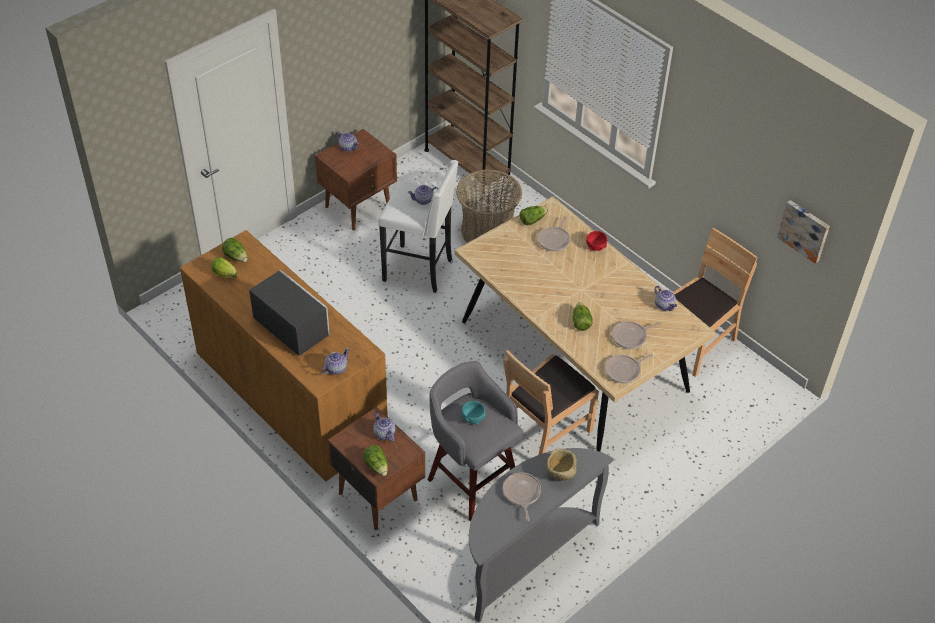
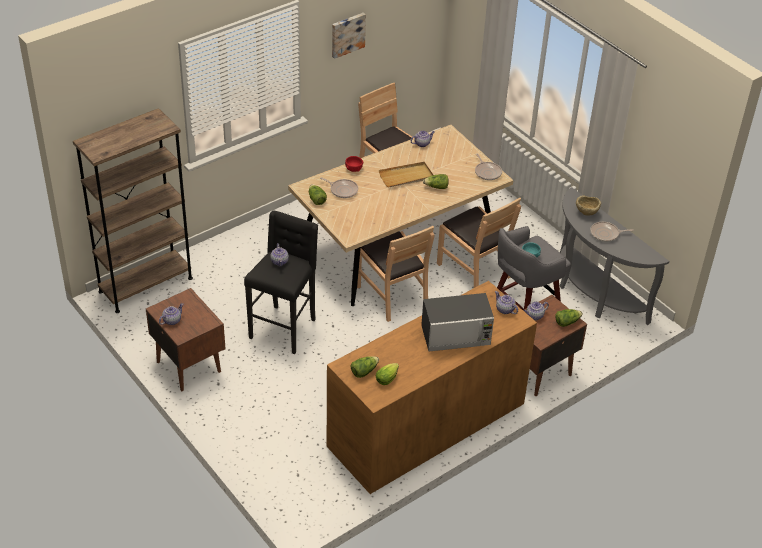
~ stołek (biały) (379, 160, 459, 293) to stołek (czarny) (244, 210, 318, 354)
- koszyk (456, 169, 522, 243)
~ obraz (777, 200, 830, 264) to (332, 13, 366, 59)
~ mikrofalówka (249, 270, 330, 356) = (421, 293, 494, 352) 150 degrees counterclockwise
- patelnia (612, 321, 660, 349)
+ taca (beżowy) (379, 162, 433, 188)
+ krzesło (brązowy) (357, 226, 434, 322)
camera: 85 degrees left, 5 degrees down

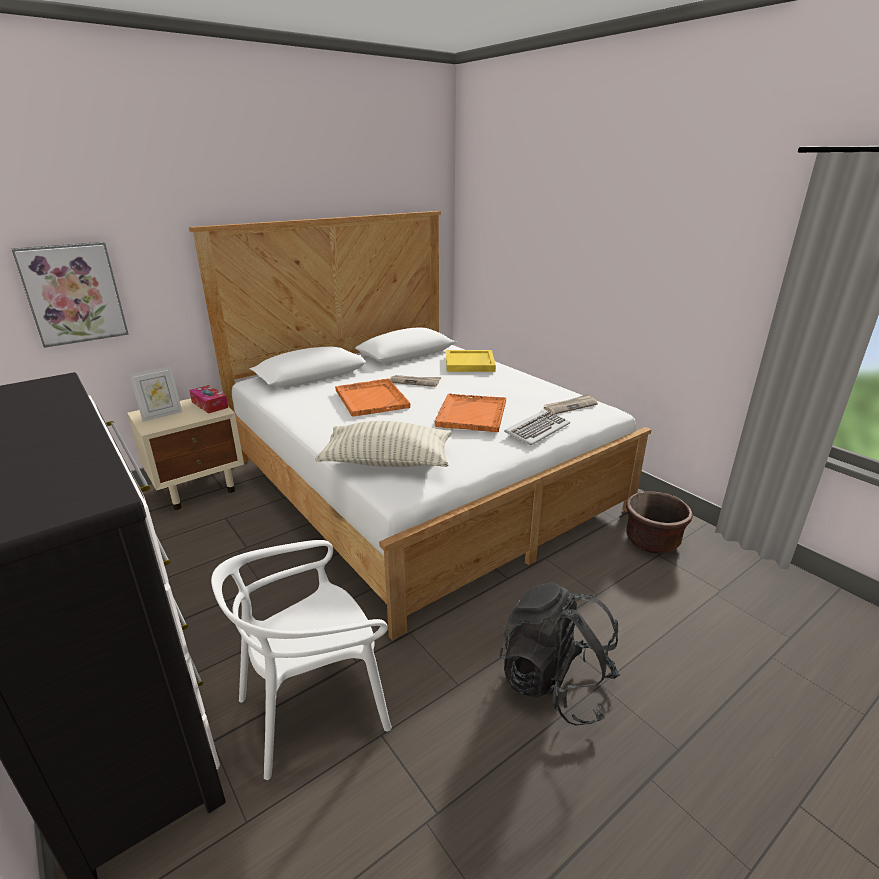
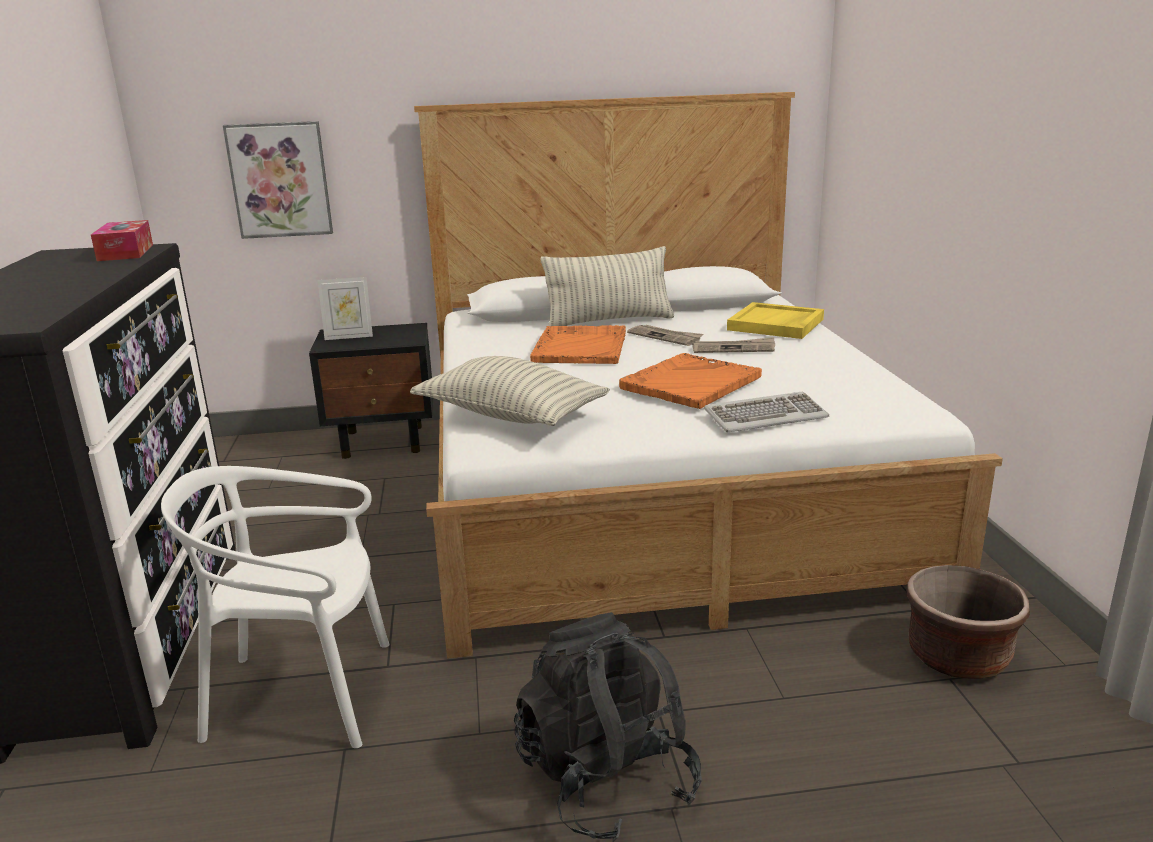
~ pudełko chusteczek (189, 385, 228, 414) to (91, 220, 153, 261)
~ gazeta (544, 394, 598, 414) to (692, 337, 775, 353)
~ szafka nocna (beżowy) (127, 399, 244, 510) to szafka nocna (czarny) (309, 323, 433, 459)
+ poduszka (541, 246, 675, 326)
camera: 30 degrees right, 5 degrees down

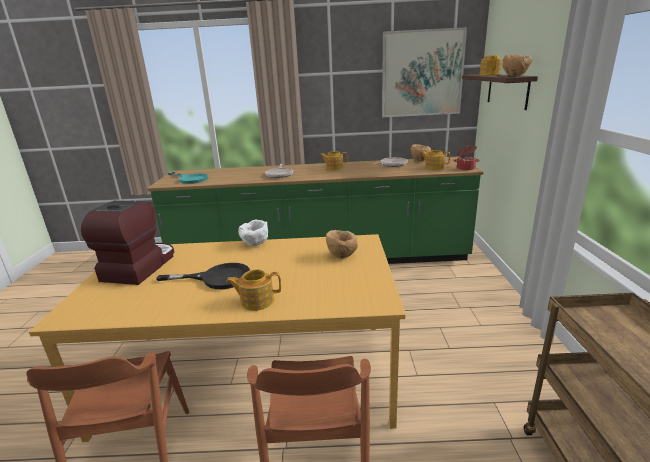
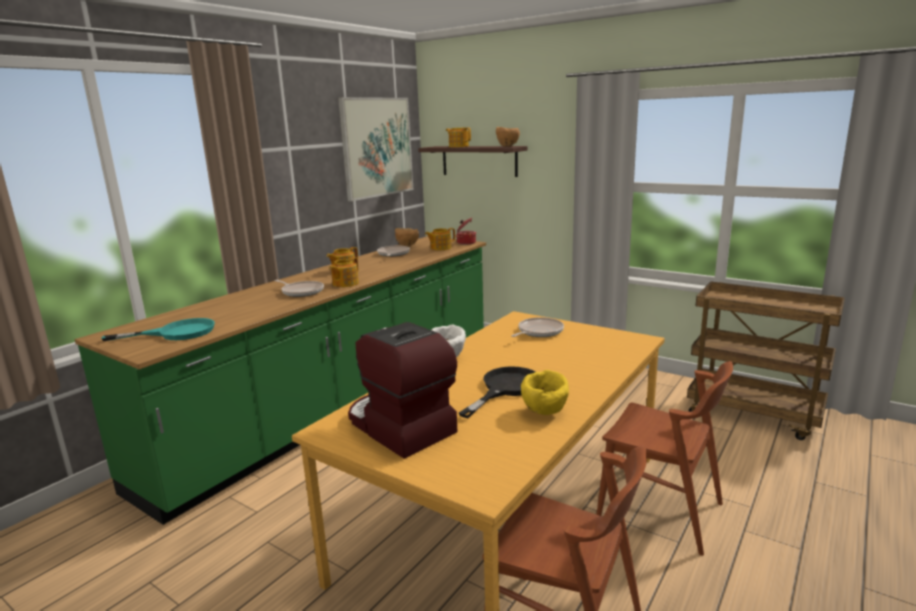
~ miska (brązowy) (326, 230, 358, 259) to patelnia (511, 317, 564, 337)
~ imbryk (226, 270, 281, 311) to (329, 257, 359, 287)
+ miska (żółty) (521, 370, 569, 415)
camera: 55 degrees left, 5 degrees down

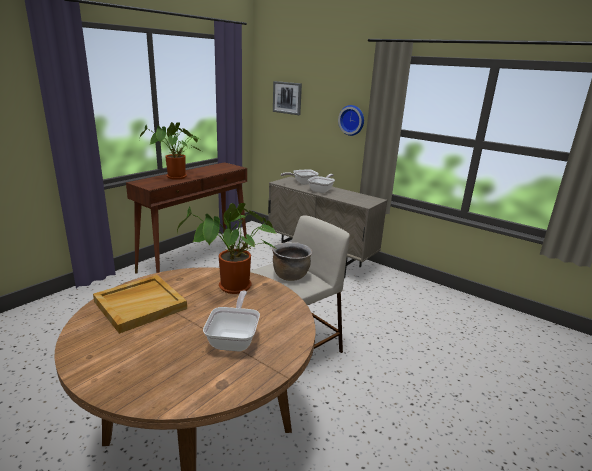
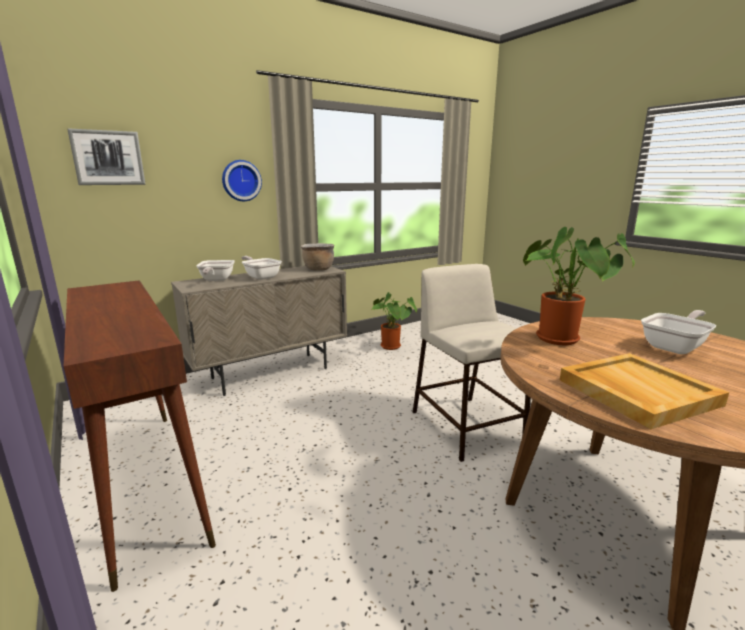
~ roślina doniczkowa (140, 122, 201, 180) to (371, 292, 417, 350)
~ garnek (brązowy) (272, 242, 312, 281) to (301, 243, 334, 271)
~ patelnia (203, 291, 260, 352) = (641, 310, 716, 354) 120 degrees clockwise
camera: 70 degrees left, 5 degrees down

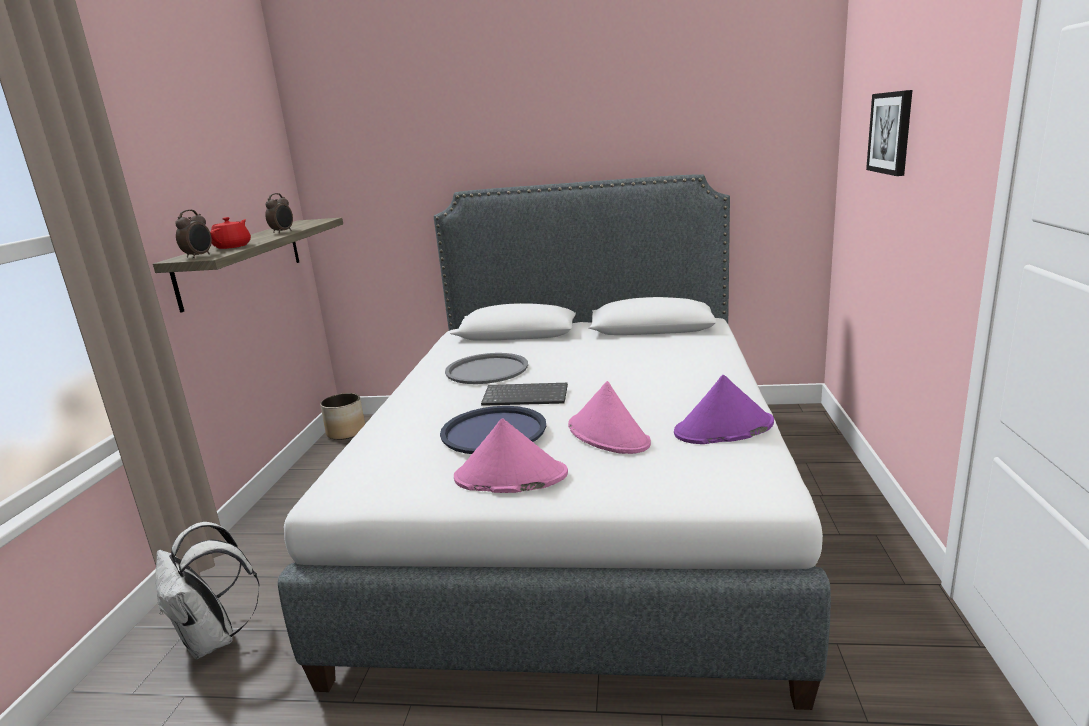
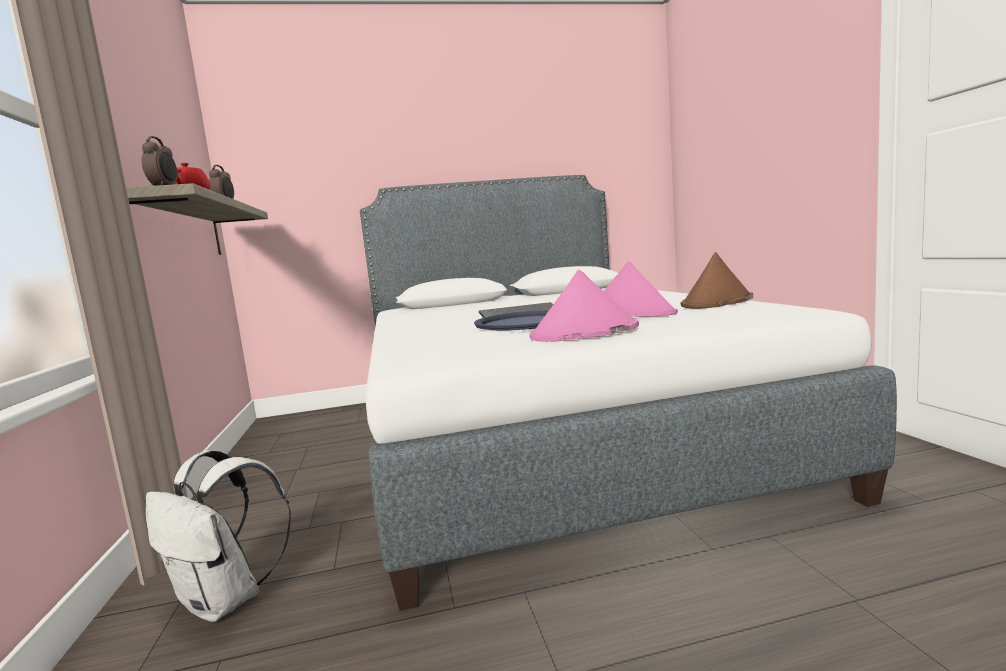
- obraz (866, 90, 912, 176)
- taca (szary) (445, 353, 528, 384)
~ kapelusz (fioletowy) (674, 375, 774, 444) to kapelusz (brązowy) (681, 252, 753, 309)
- donica (320, 393, 365, 440)
camera: 20 degrees left, 10 degrees down

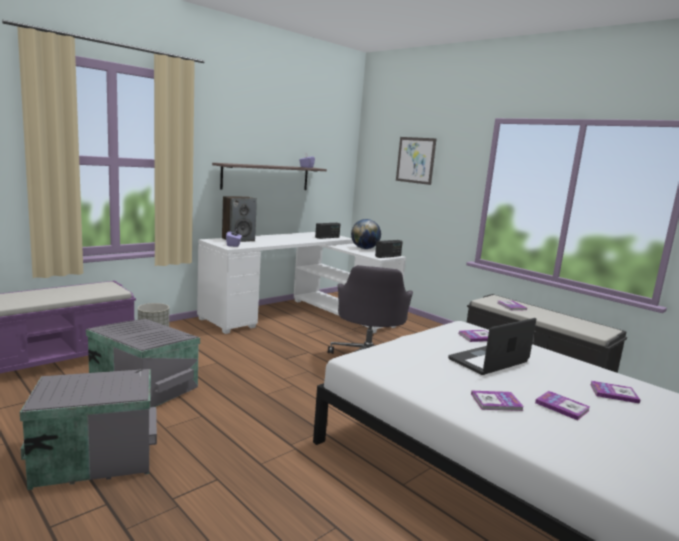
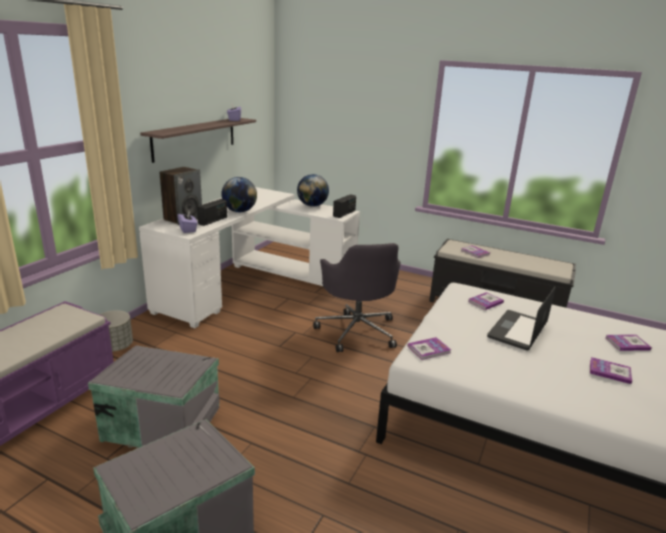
- obraz (396, 137, 436, 185)
~ radio (315, 223, 340, 239) to (197, 199, 227, 226)
~ książka (471, 391, 524, 411) to (407, 337, 451, 360)
+ globus (221, 177, 257, 212)
camera: 20 degrees left, 10 degrees up

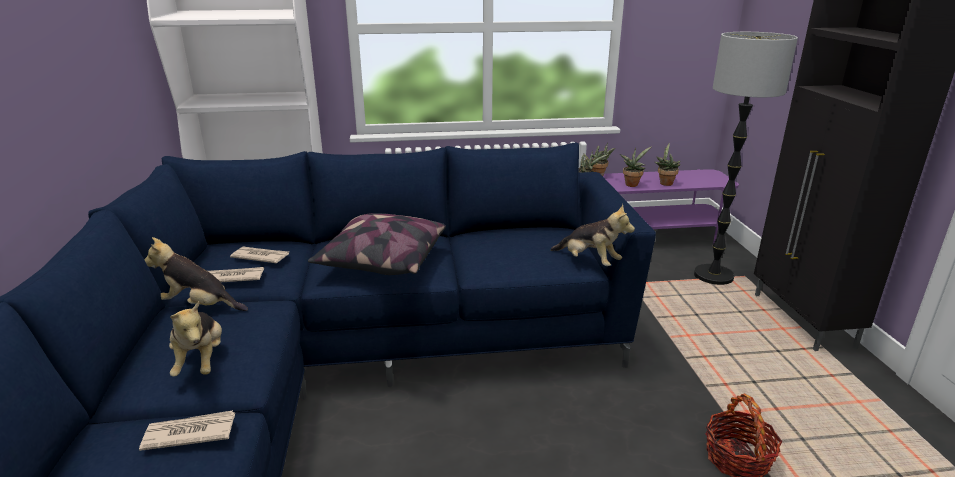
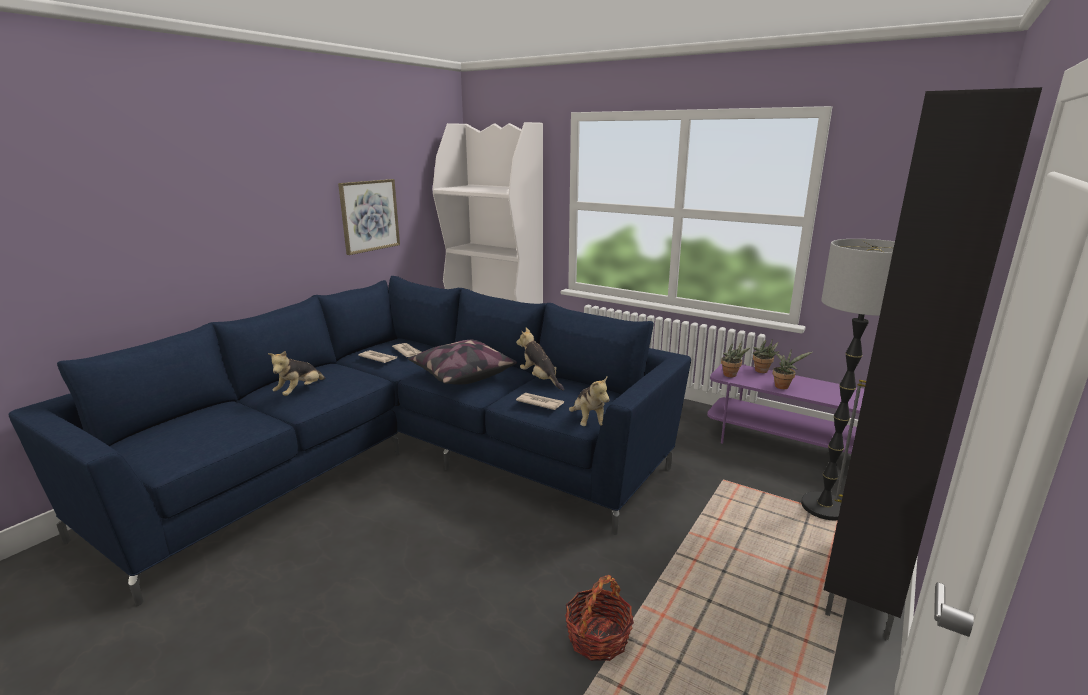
- roślina doniczkowa (655, 143, 681, 186)
~ pluszak (144, 237, 248, 311) to (516, 328, 564, 390)
~ gazeta (139, 410, 235, 451) to (516, 393, 564, 410)
+ obraz (338, 179, 400, 255)
camera: 40 degrees right, 5 degrees down

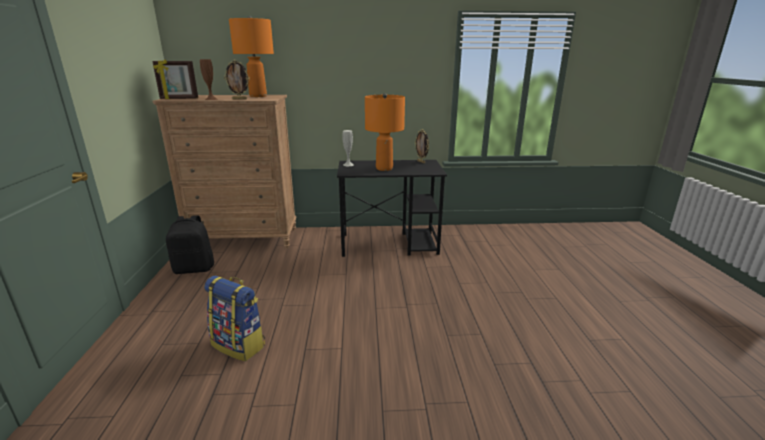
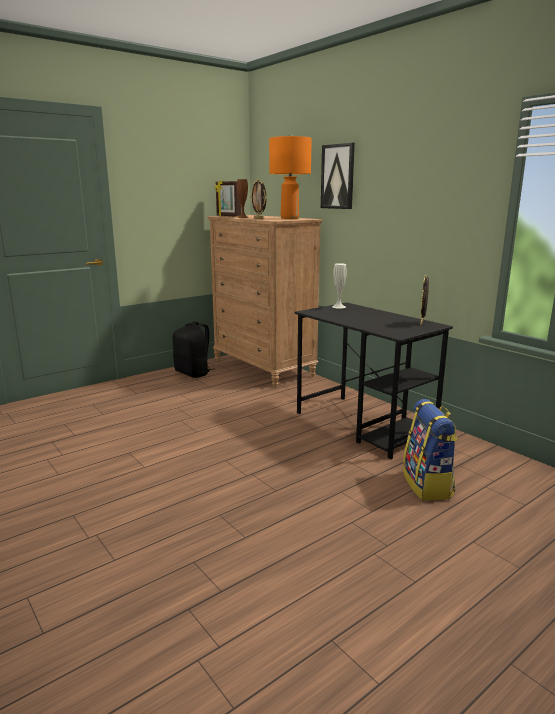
- lampa stołowa (pomarańczowy) (365, 93, 405, 171)
~ plecak (204, 275, 265, 362) to (403, 399, 458, 501)
+ obraz (321, 143, 355, 209)
camera: 55 degrees right, 5 degrees down

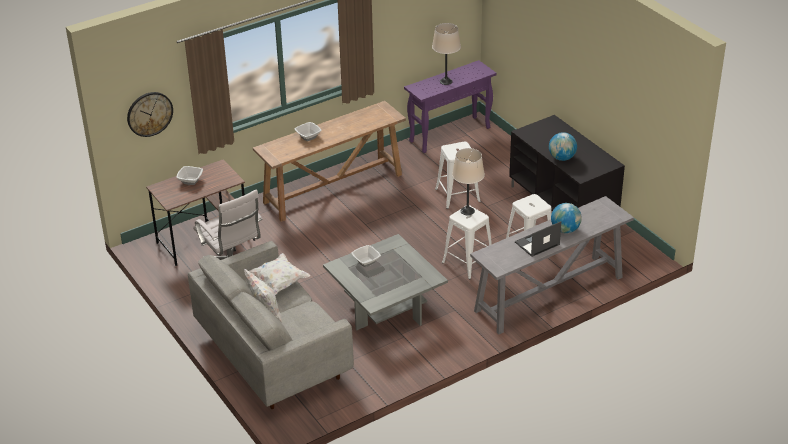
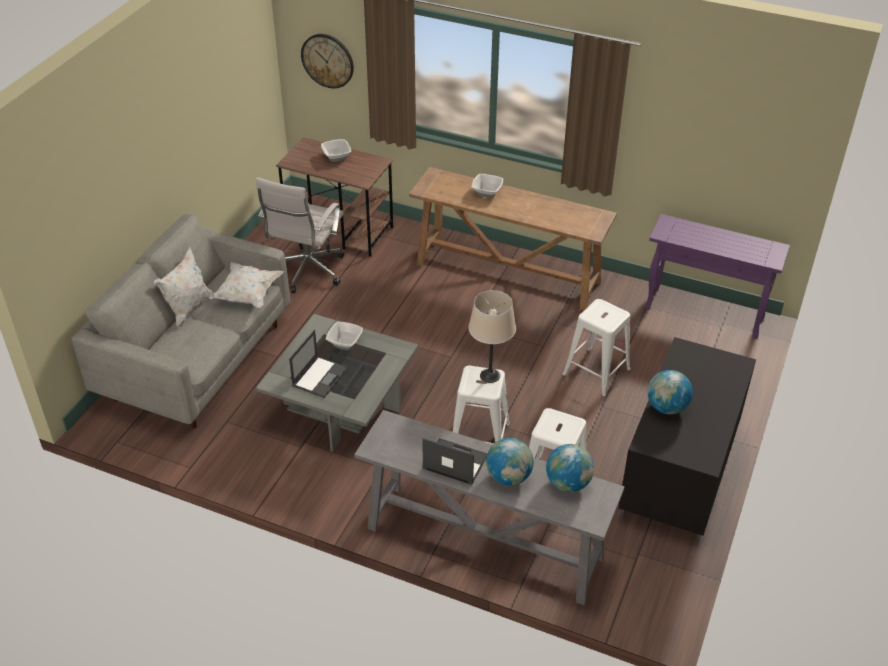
- lampa stołowa (beżowy) (432, 23, 461, 85)
+ laptop (289, 330, 348, 398)
+ globus (546, 444, 594, 492)
camera: 55 degrees right, 5 degrees up

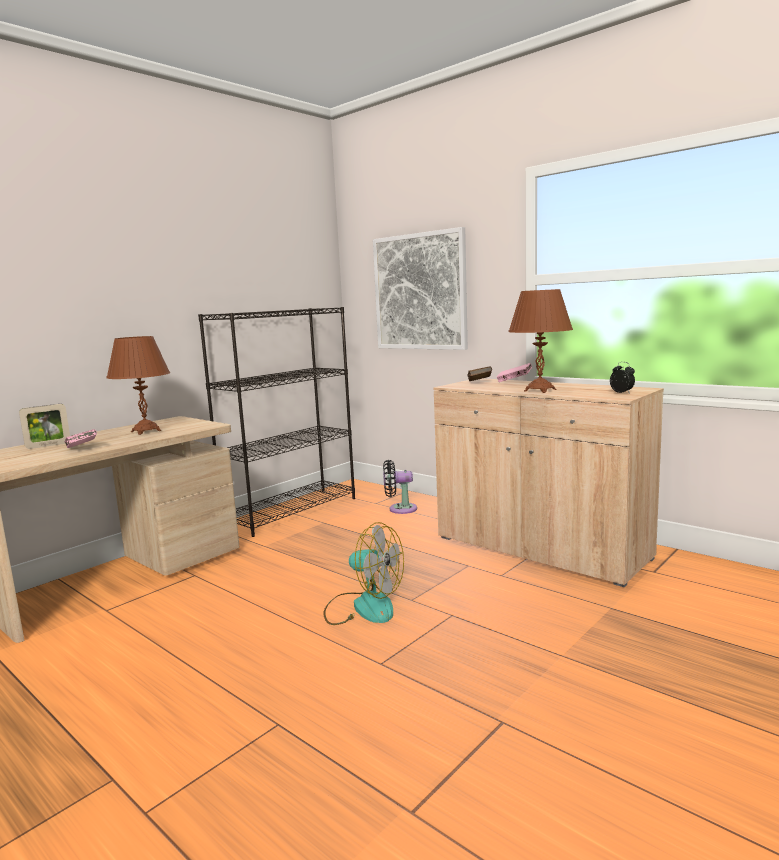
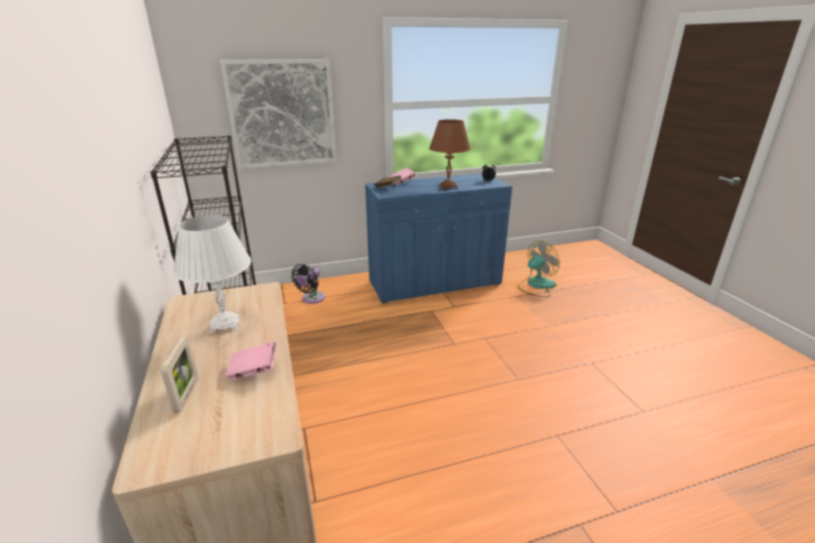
~ lampa stołowa (brązowy) (106, 336, 170, 435) to lampa stołowa (biały) (173, 215, 251, 334)
~ szafka (beżowy) (434, 378, 664, 587) to szafka (niebieski) (365, 174, 512, 304)
~ wentylator (323, 522, 404, 625) to (518, 240, 560, 297)
camera: 60 degrees left, 15 degrees up

